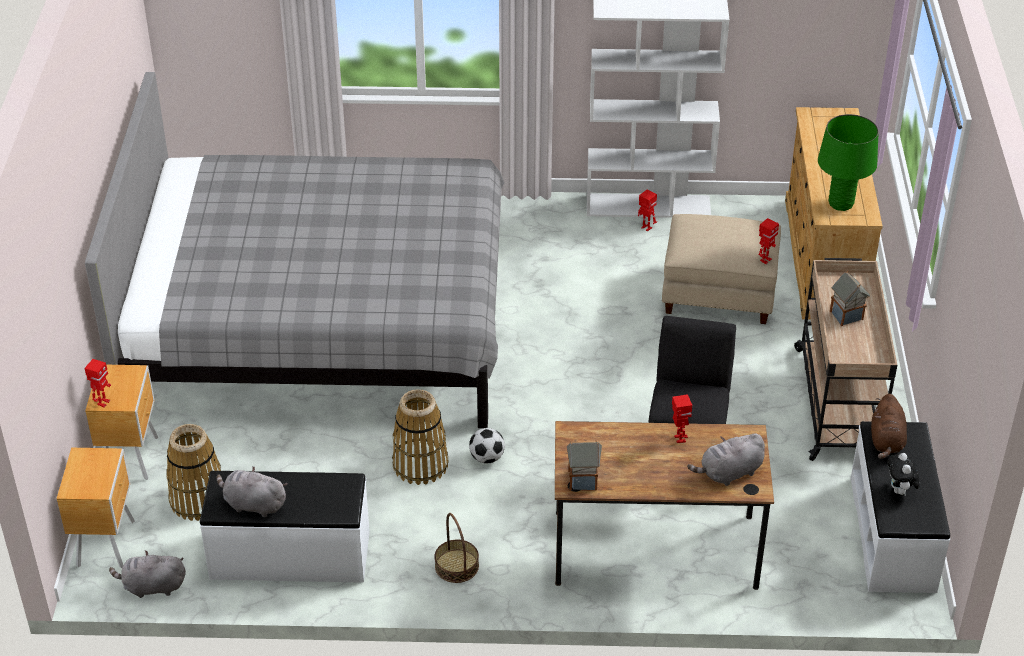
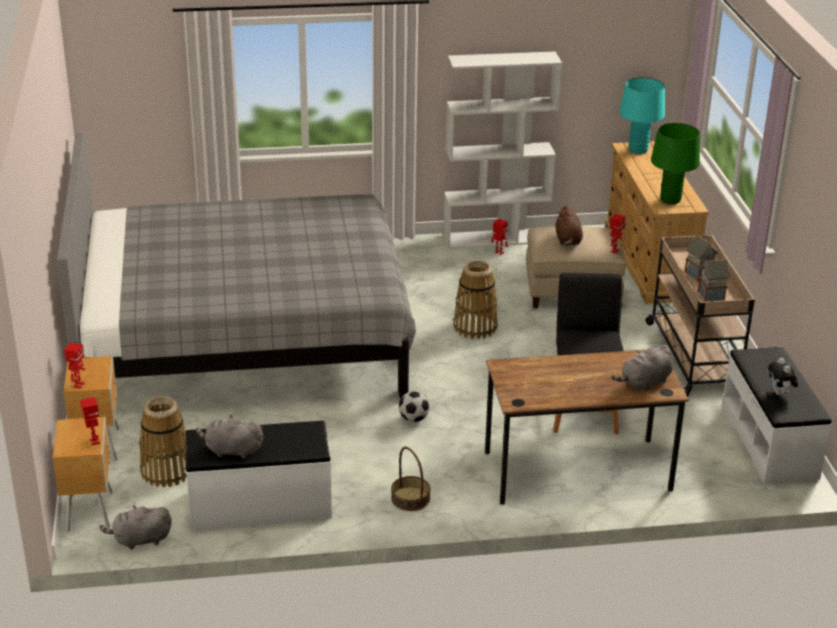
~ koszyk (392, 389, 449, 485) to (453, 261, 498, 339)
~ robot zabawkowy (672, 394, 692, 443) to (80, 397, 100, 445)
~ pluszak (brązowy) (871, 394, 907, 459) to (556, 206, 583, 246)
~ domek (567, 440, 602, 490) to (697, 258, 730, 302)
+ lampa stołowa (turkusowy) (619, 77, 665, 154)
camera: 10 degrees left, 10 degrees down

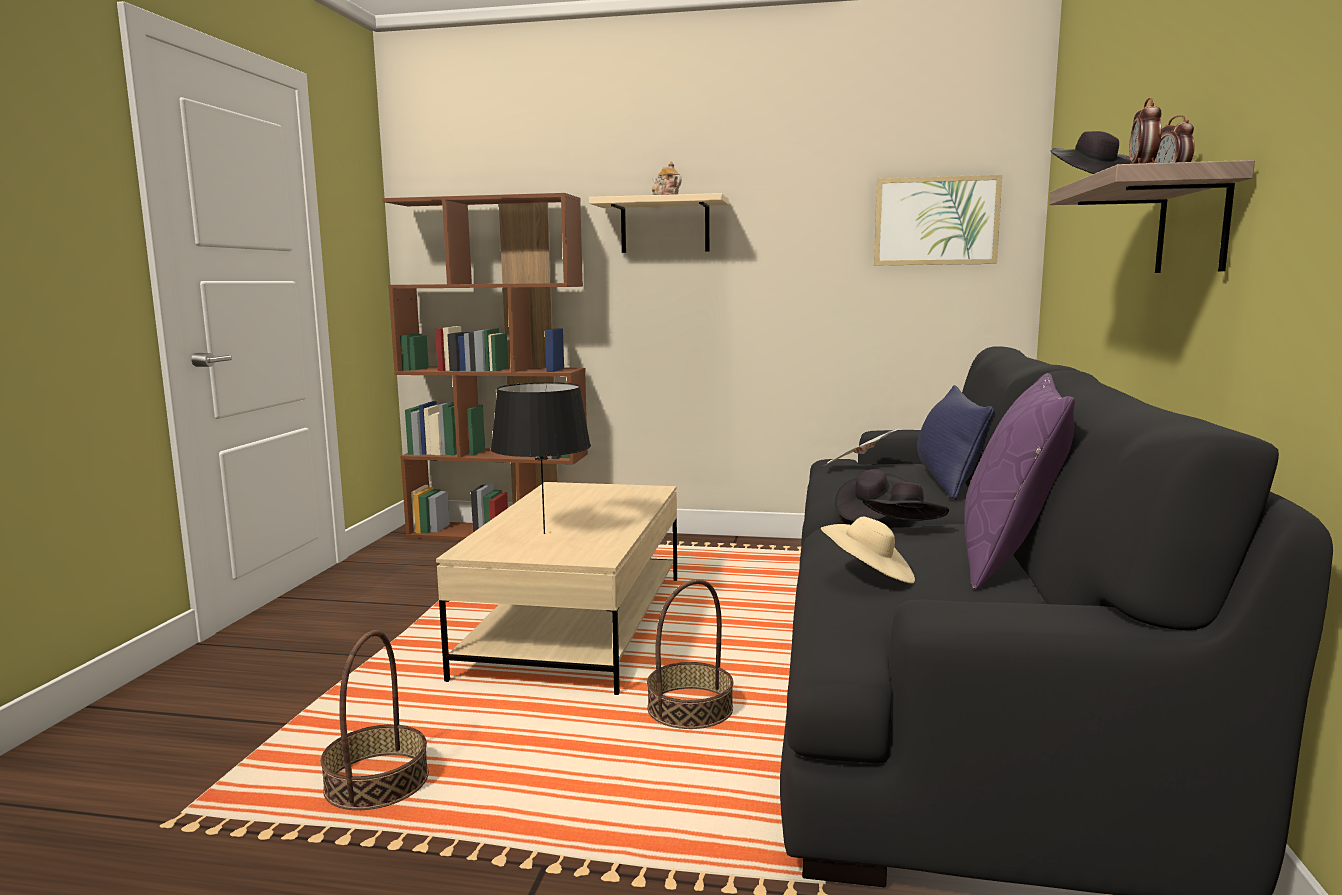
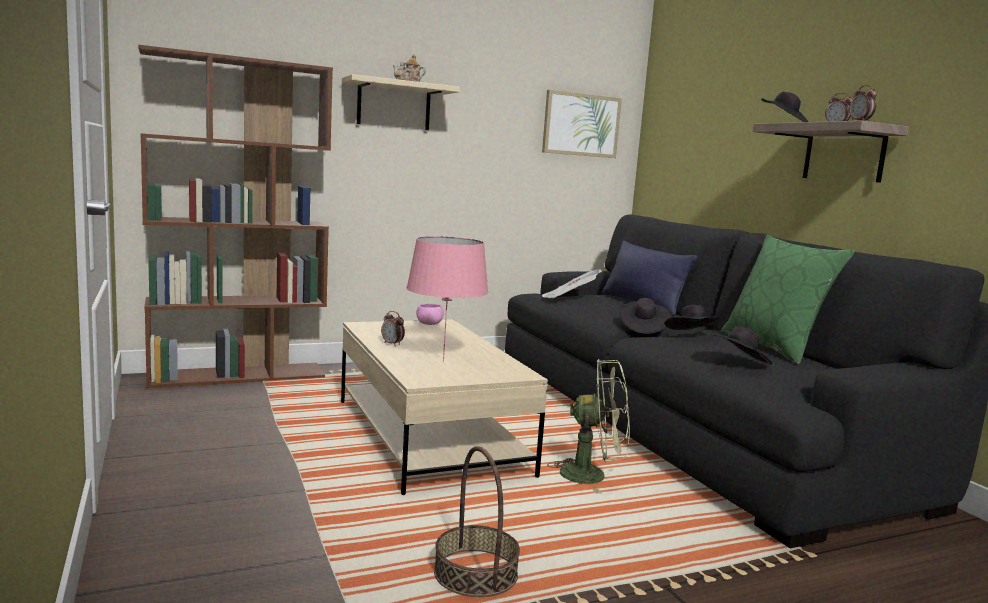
~ poduszka (fioletowy) (965, 373, 1075, 590) to poduszka (zielony) (721, 235, 855, 365)
~ lampa stołowa (czarny) (491, 382, 591, 534) to lampa stołowa (różowy) (406, 236, 489, 362)
~ kapelusz (beżowy) (821, 516, 915, 583) to kapelusz (czarny) (710, 326, 773, 365)
~ koszyk (647, 579, 733, 729) to wentylator (zielony) (547, 359, 630, 494)
+ miska (różowy) (417, 303, 444, 325)
+ budzik (381, 311, 405, 346)
camera: 35 degrees left, 0 degrees up

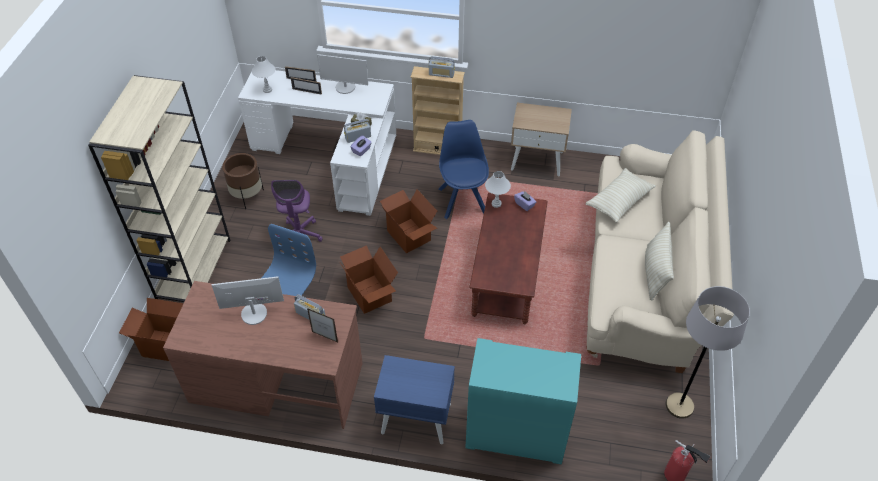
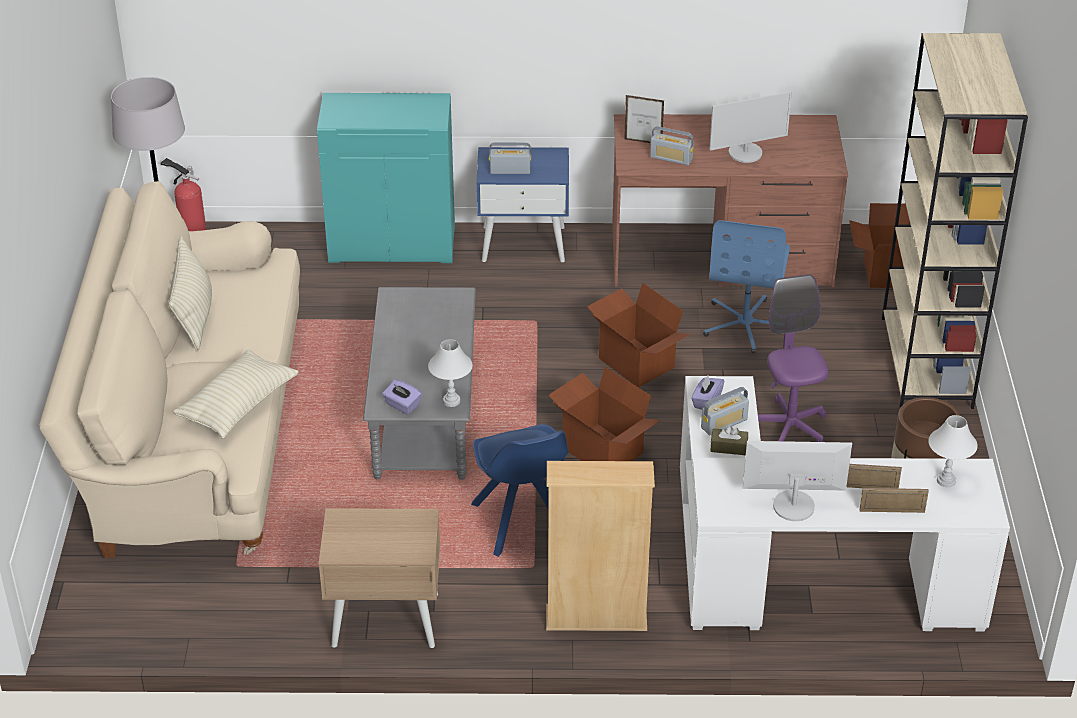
~ radio (428, 56, 455, 78) to (489, 142, 531, 174)
~ ława (brązowy) (469, 193, 548, 324) to ława (szary) (363, 287, 476, 480)
camera: 170 degrees right, 10 degrees down

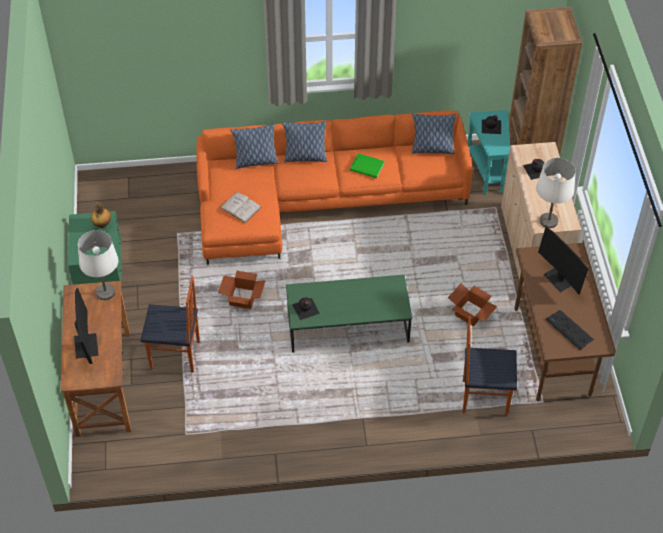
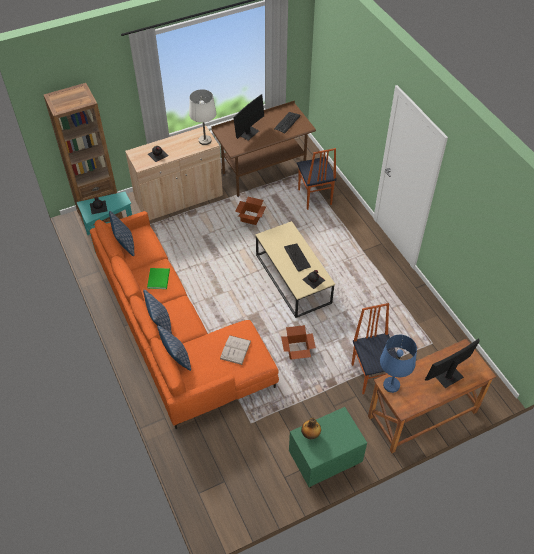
~ lampa stołowa (biały) (78, 230, 119, 300) to lampa stołowa (niebieski) (380, 335, 417, 393)
~ ława (zielony) (286, 275, 412, 353) to ława (beżowy) (256, 221, 335, 318)
+ klawiatura (284, 243, 311, 272)
camera: 110 degrees left, 0 degrees up

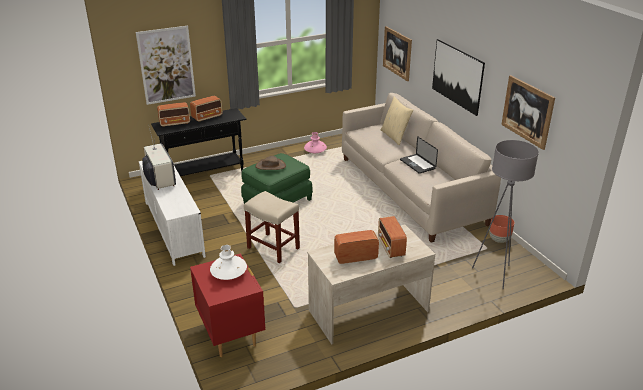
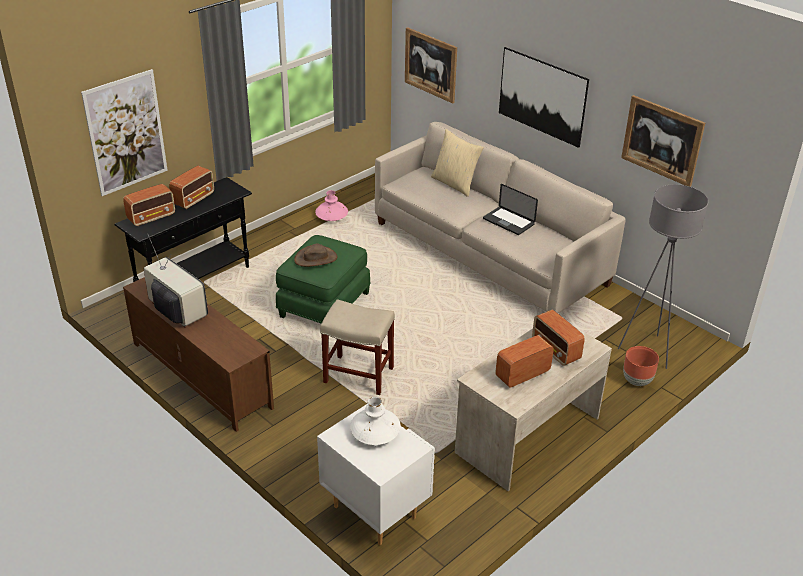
~ szafka pod telewizor (biały) (139, 161, 206, 266) to szafka pod telewizor (brązowy) (123, 277, 274, 432)
~ donica (brązowy) (489, 215, 515, 243) to (623, 346, 659, 386)
~ szafka nocna (czerwony) (190, 253, 265, 357) to szafka nocna (biały) (317, 404, 435, 545)
camera: 20 degrees left, 5 degrees up

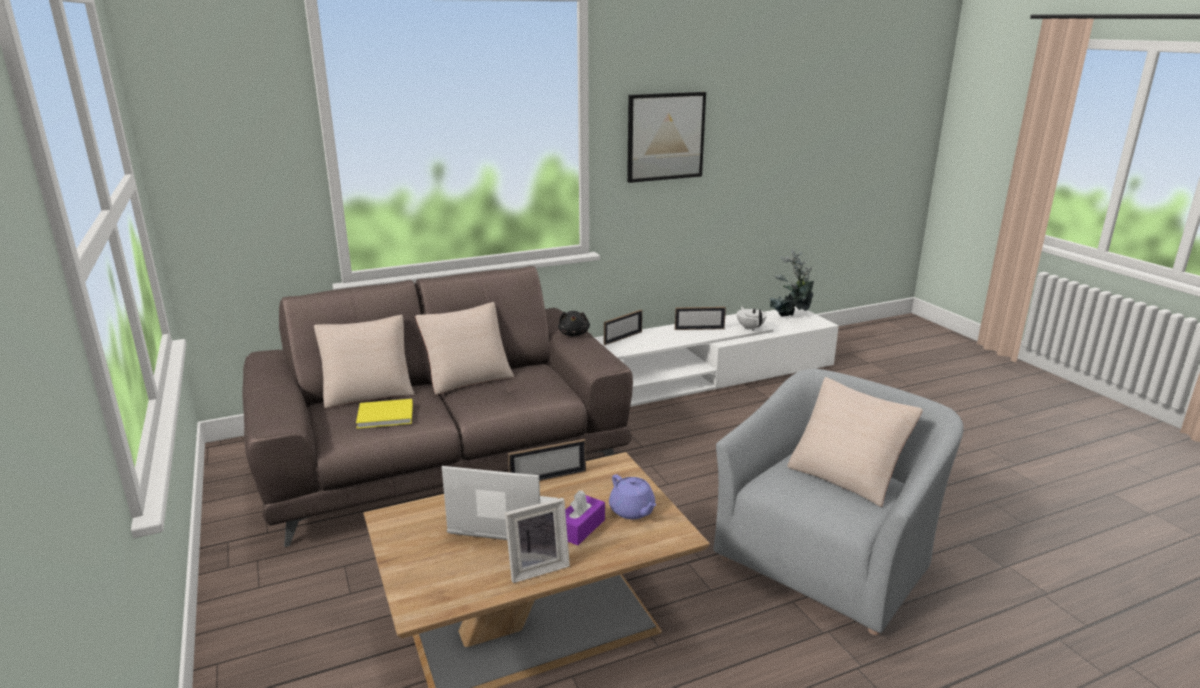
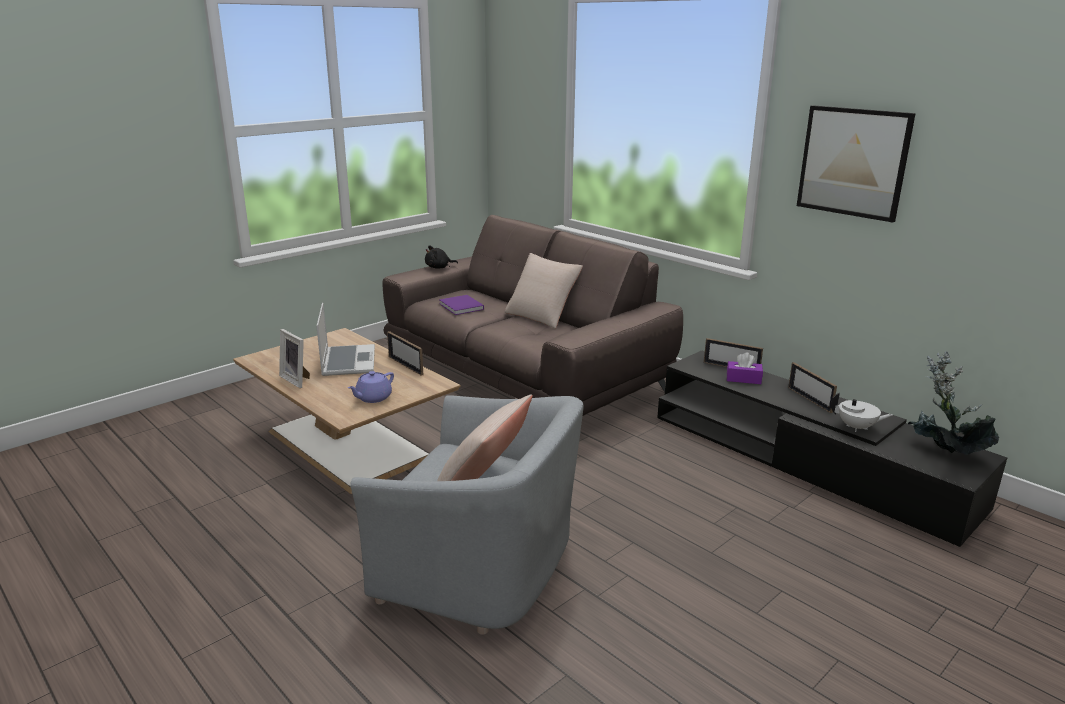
~ szafka pod telewizor (biały) (594, 306, 839, 407) to szafka pod telewizor (czarny) (657, 350, 1007, 547)
~ imbryk (biały) (737, 306, 767, 331) = (831, 393, 893, 432) 60 degrees clockwise
~ pluszak (czarny) (558, 311, 590, 336) to (425, 245, 458, 269)
- poduszka (beżowy) (314, 315, 415, 408)
~ książka (żółty) (356, 399, 413, 429) to książka (fioletowy) (439, 295, 484, 315)
~ pudełko chusteczek (fioletowy) (565, 491, 605, 545) to (727, 352, 763, 384)
camera: 70 degrees right, 0 degrees up

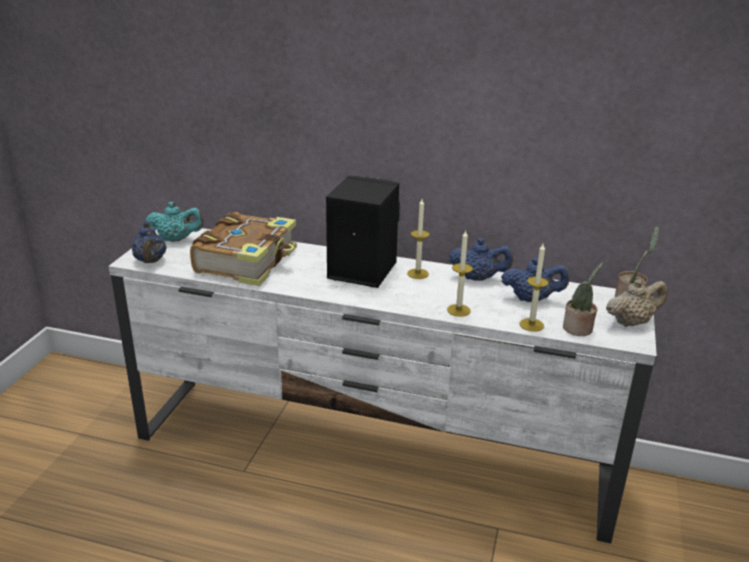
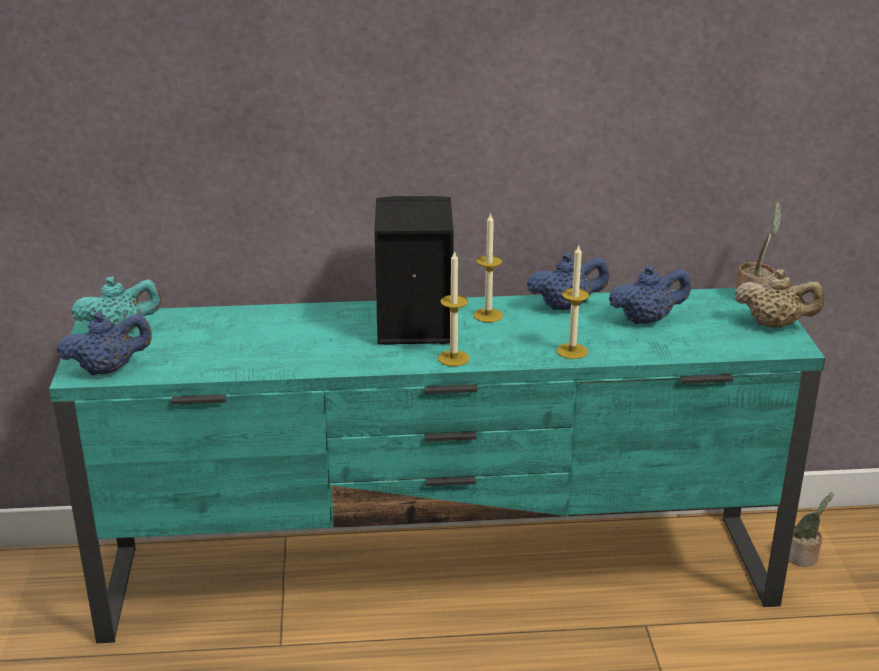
- książka (190, 212, 297, 286)
~ imbryk (niebieski) (131, 221, 166, 263) = (57, 311, 152, 376) 75 degrees counterclockwise
~ szafka pod telewizor (biały) (109, 228, 657, 544) to szafka pod telewizor (turkusowy) (49, 288, 825, 644)
~ świeca (519, 244, 549, 332) to (438, 250, 470, 366)
~ roślina doniczkowa (563, 263, 603, 336) to (789, 492, 834, 567)
~ imbryk (beżowy) (606, 279, 667, 327) = (735, 269, 825, 328) 60 degrees clockwise
camera: 20 degrees left, 0 degrees up

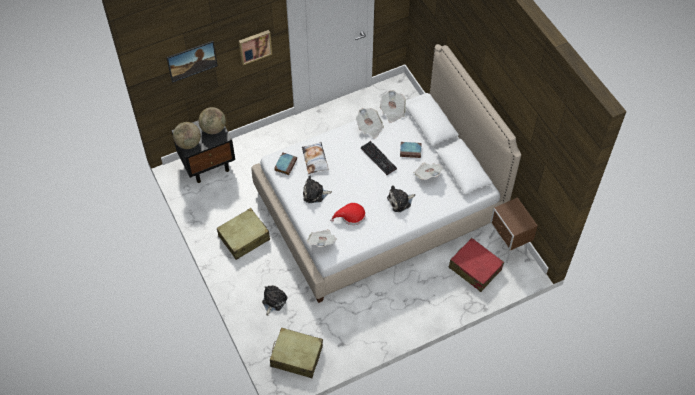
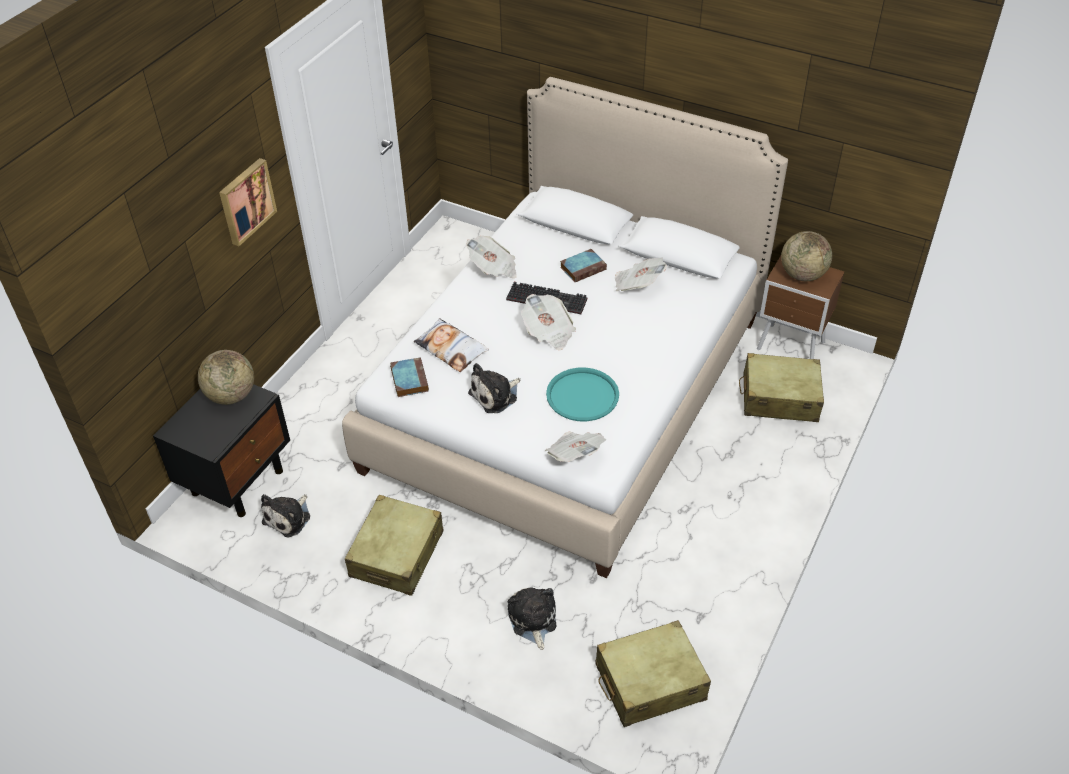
- obraz (166, 41, 218, 83)
~ gazeta (380, 90, 406, 123) to (521, 294, 576, 350)
~ globus (173, 122, 201, 149) to (781, 231, 832, 281)
~ pluszak (387, 185, 415, 212) to (261, 494, 310, 537)
~ kapelusz (czerwony) (330, 203, 366, 225) to taca (turkusowy) (546, 368, 619, 421)
~ walizka (czerwony) (449, 238, 504, 292) to walizka (beżowy) (739, 353, 824, 422)
camera: 35 degrees left, 10 degrees down

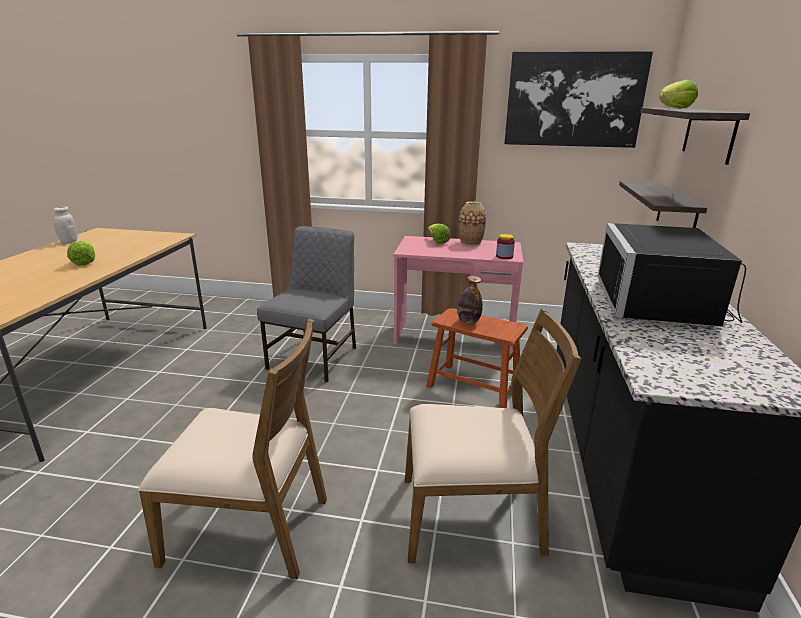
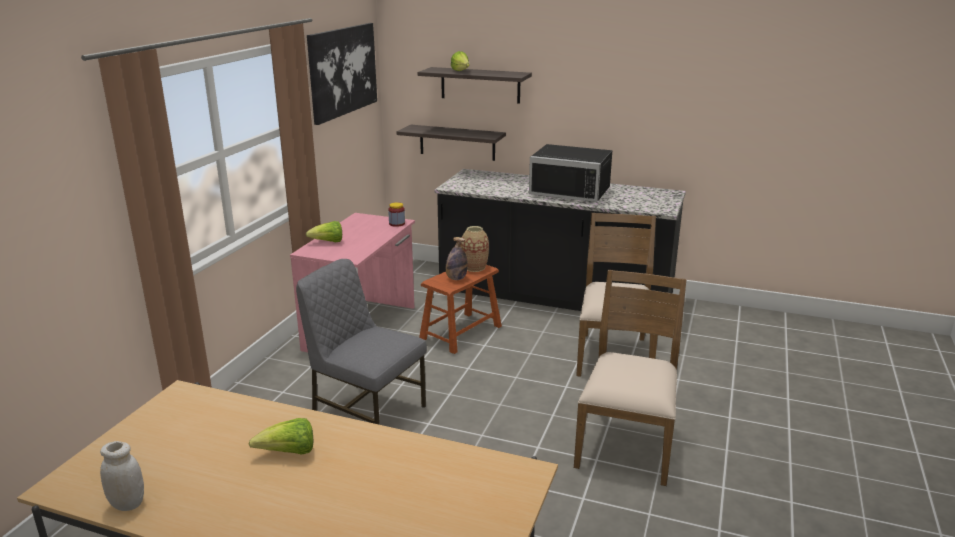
~ wazon (459, 201, 486, 245) to (461, 226, 489, 272)
camera: 80 degrees left, 0 degrees up

